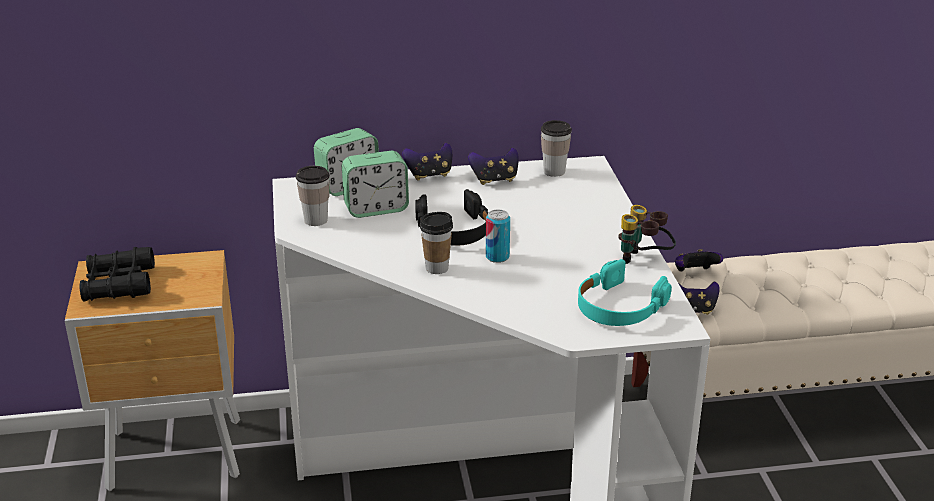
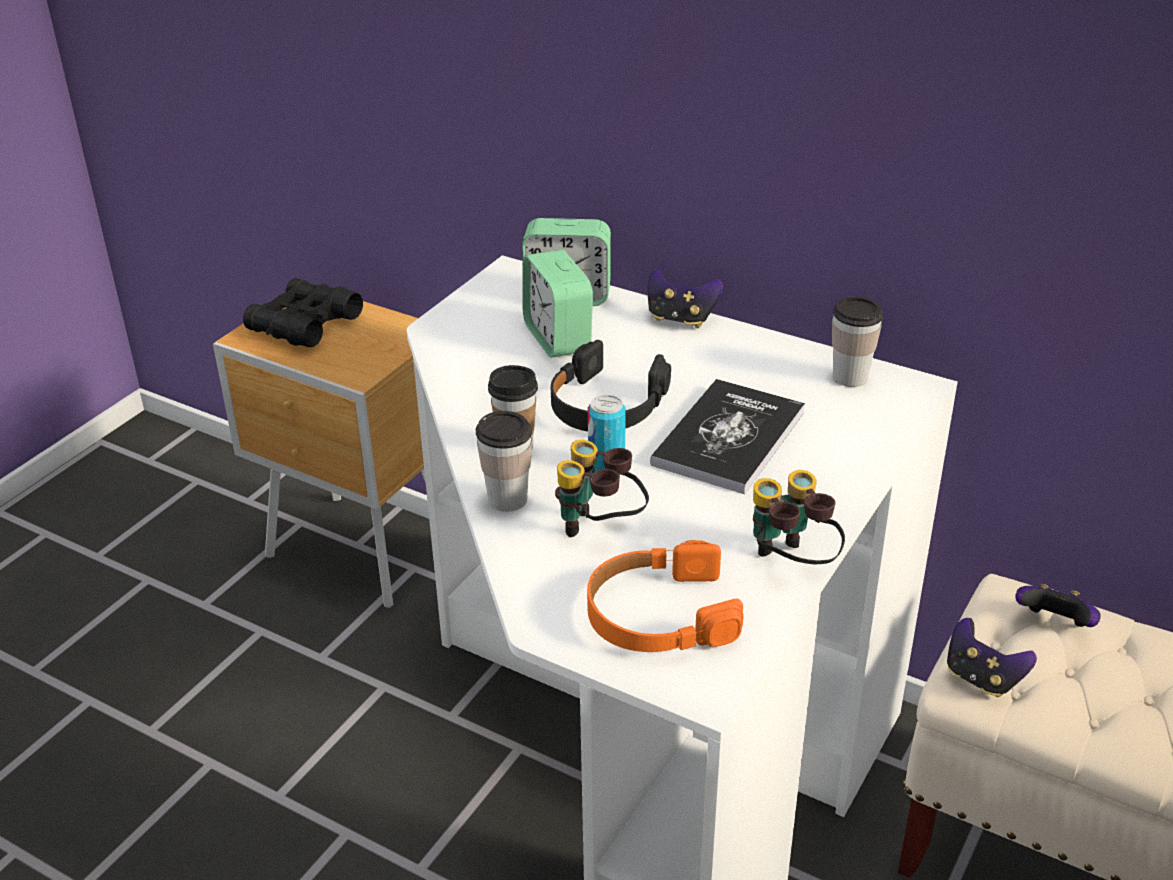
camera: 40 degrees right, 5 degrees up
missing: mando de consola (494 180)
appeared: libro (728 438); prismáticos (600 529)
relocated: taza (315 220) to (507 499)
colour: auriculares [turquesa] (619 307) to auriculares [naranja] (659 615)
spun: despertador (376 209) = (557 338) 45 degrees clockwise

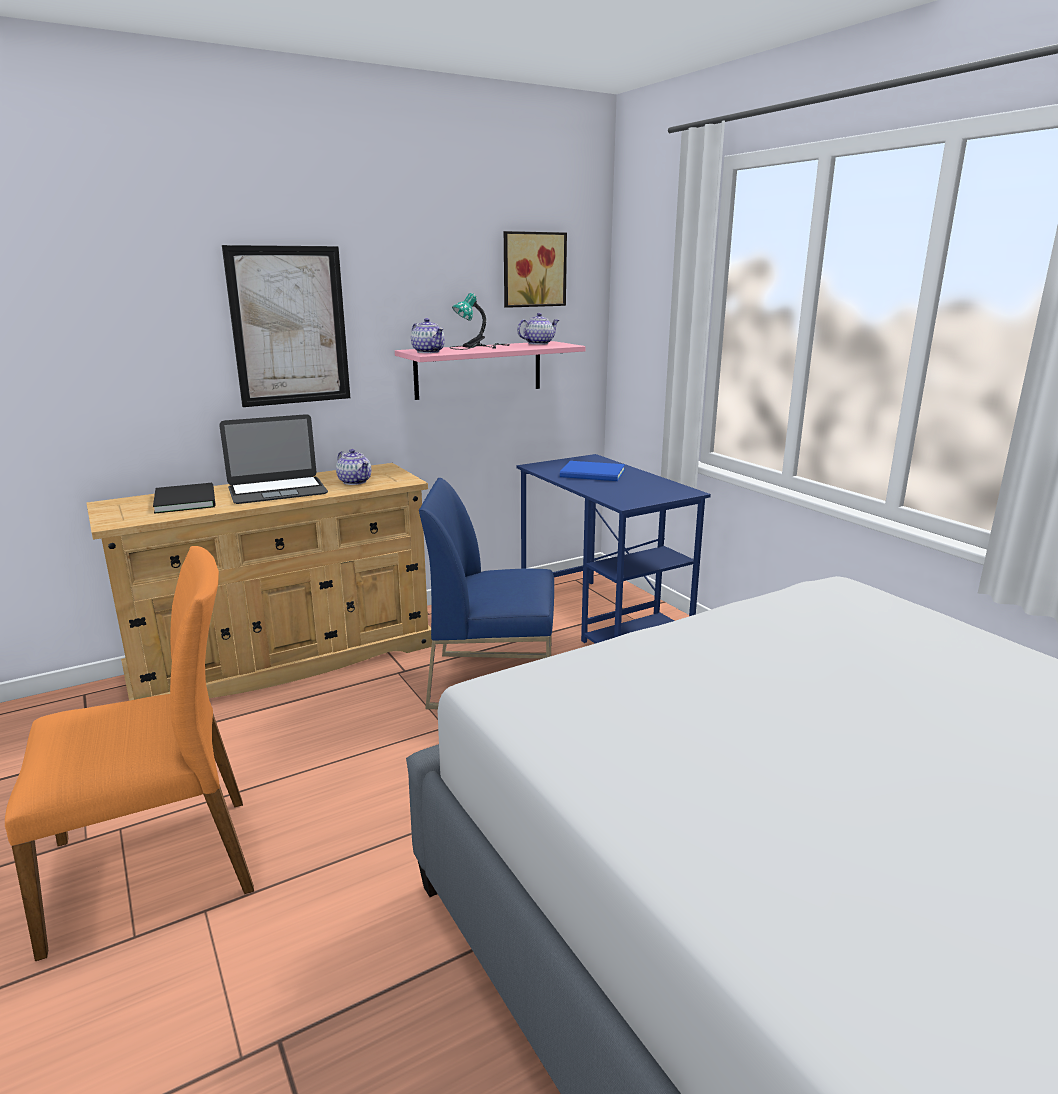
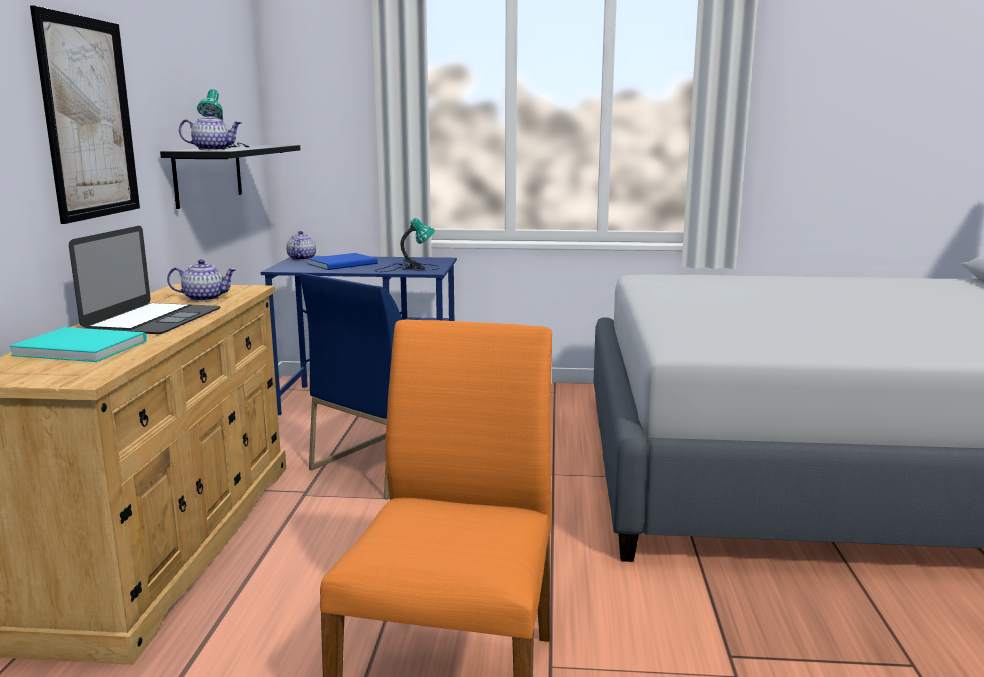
camera: 55 degrees left, 5 degrees down
missing: cuadro (533 269)
appeared: lámpara de mesa (409 268)
relocated: tetera (538 343) to (301 259)
colour: estante [rosa] (479 369) to estante [negro] (208 174); libro [negro] (187 499) to libro [turquesa] (80 347)

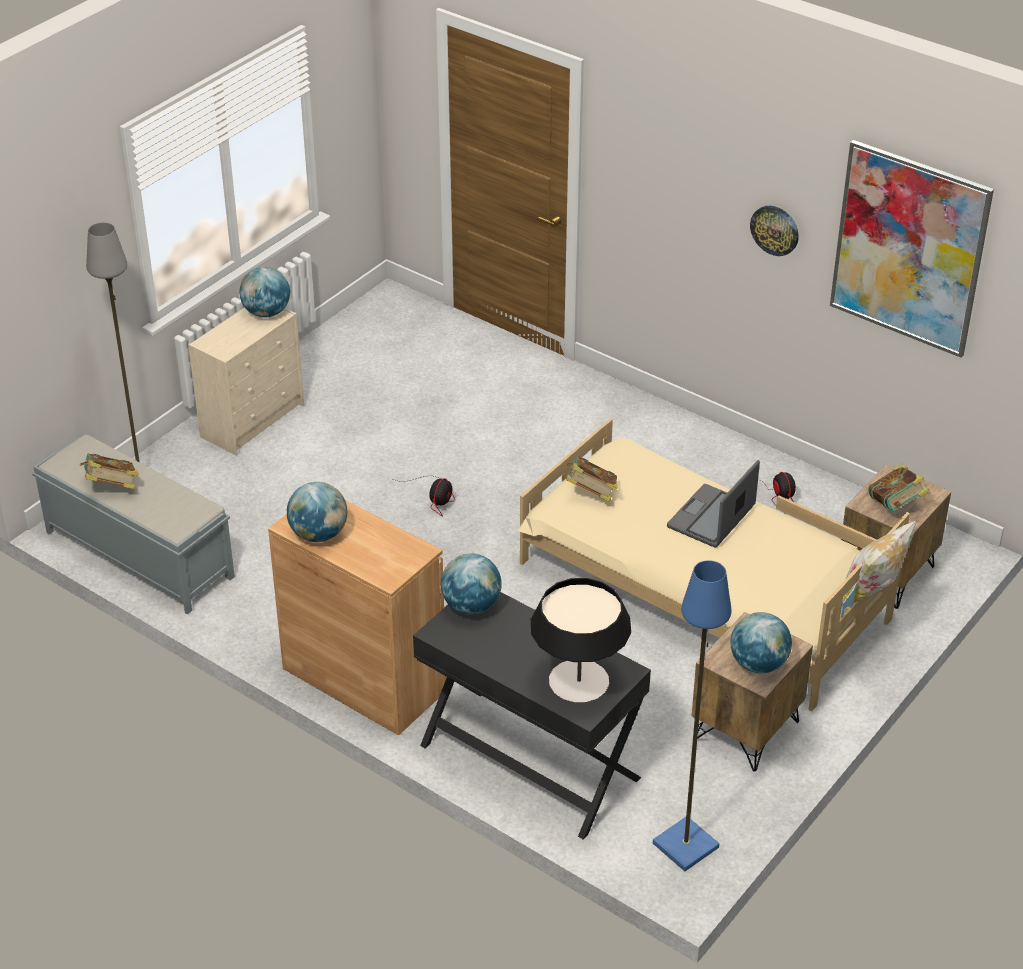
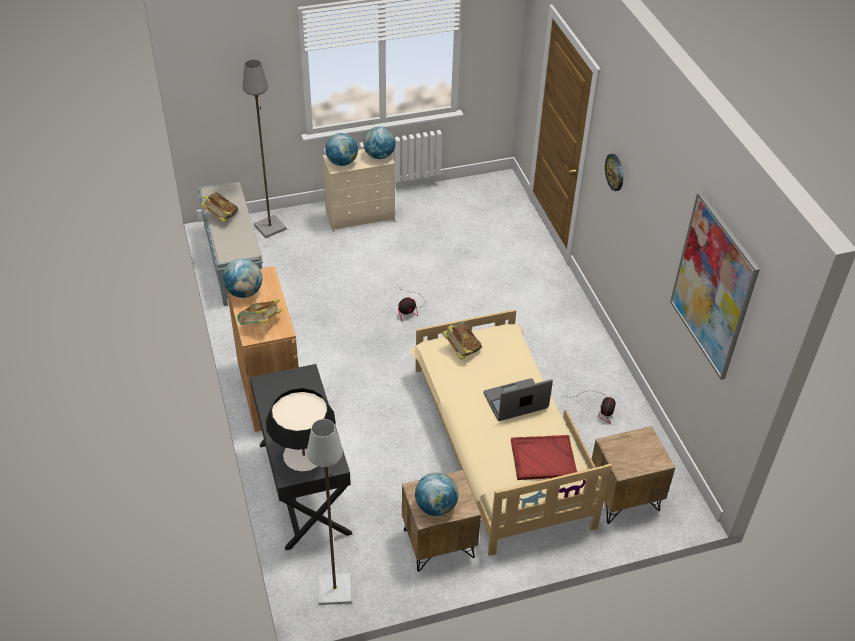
camera: 35 degrees right, 5 degrees up
missing: cojín (871 595)
appeared: bandeja [rojo] (542 458)
relocated: reloj de pared (775 230) to (615 172); libro (895 505) to (260 324); globo terráqueo (471 606) to (342 162)
colour: lámpara de pie [azul] (685 844) to lámpara de pie [gris] (335 589)

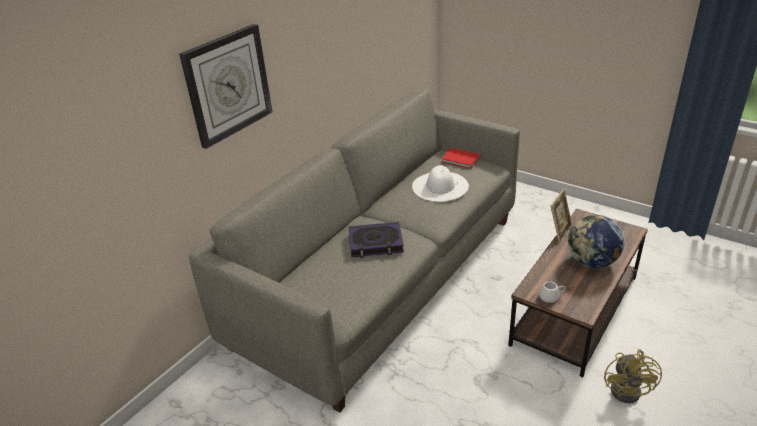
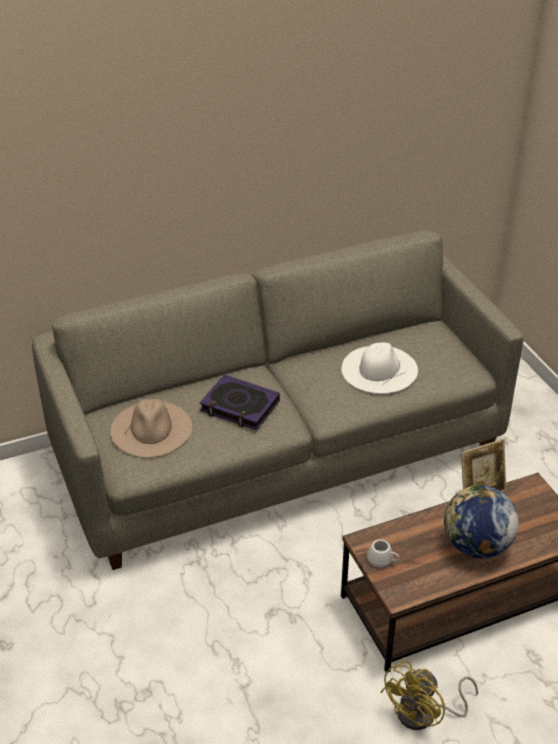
camera: 30 degrees right, 5 degrees up
missing: reloj de pared (228 85); libro [rojo] (461 160)
appeared: sombrero [beis] (151 429)

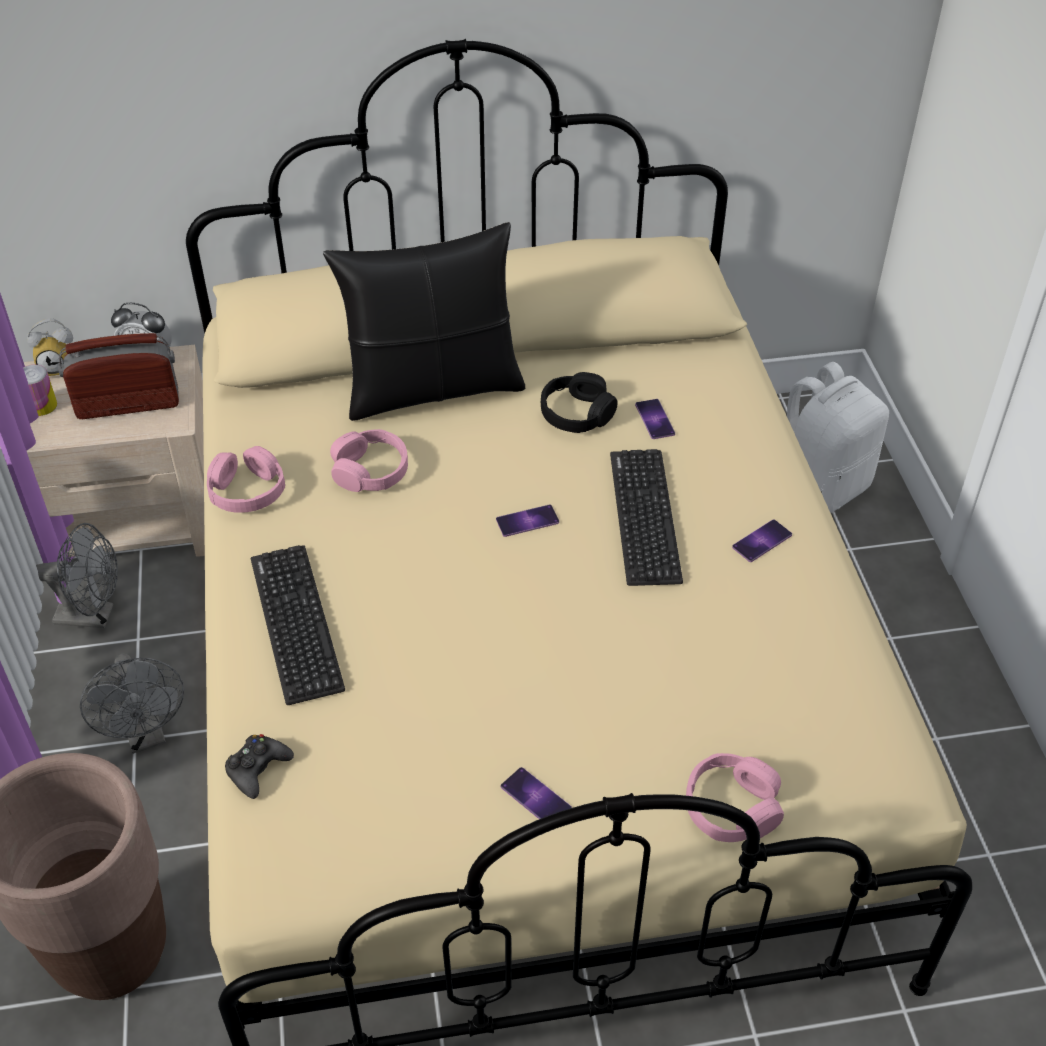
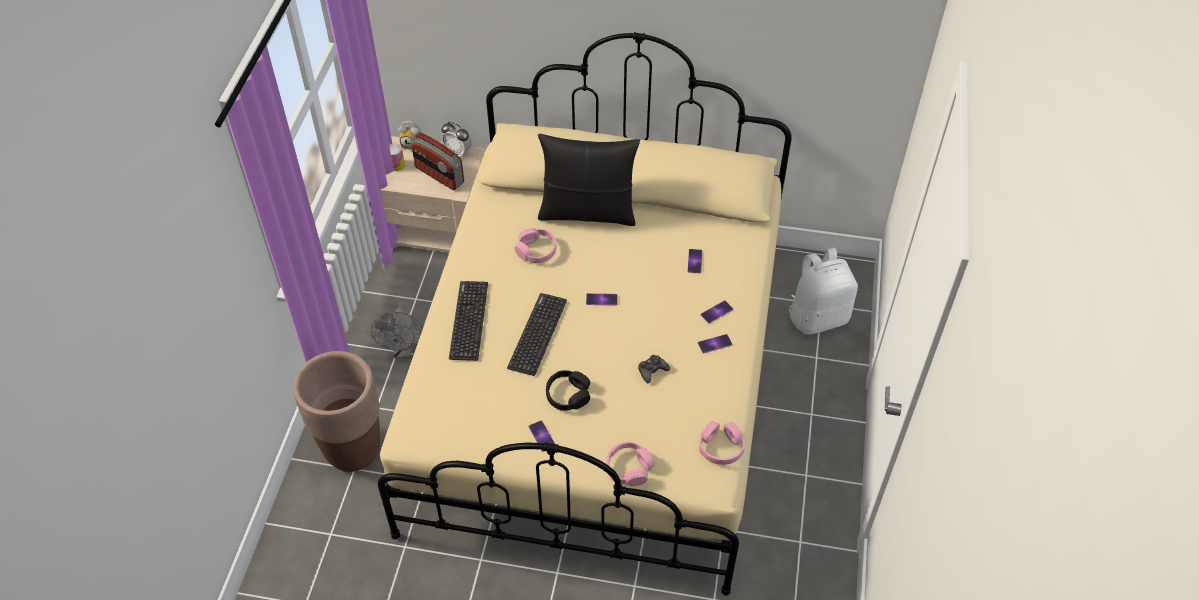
camera: 20 degrees right, 5 degrees up
missing: ventilador [gris] (93 615)
appeared: móvil (716 312)
relocated: auriculares [negro] (577 413) to (568 395); auriculares [rosa] (247 491) to (720 447); teclado (644 517) to (537 334); mando de consola [negro] (257 769) to (652 371)
spun: radio (128 404) = (439 175) 150 degrees counterclockwise

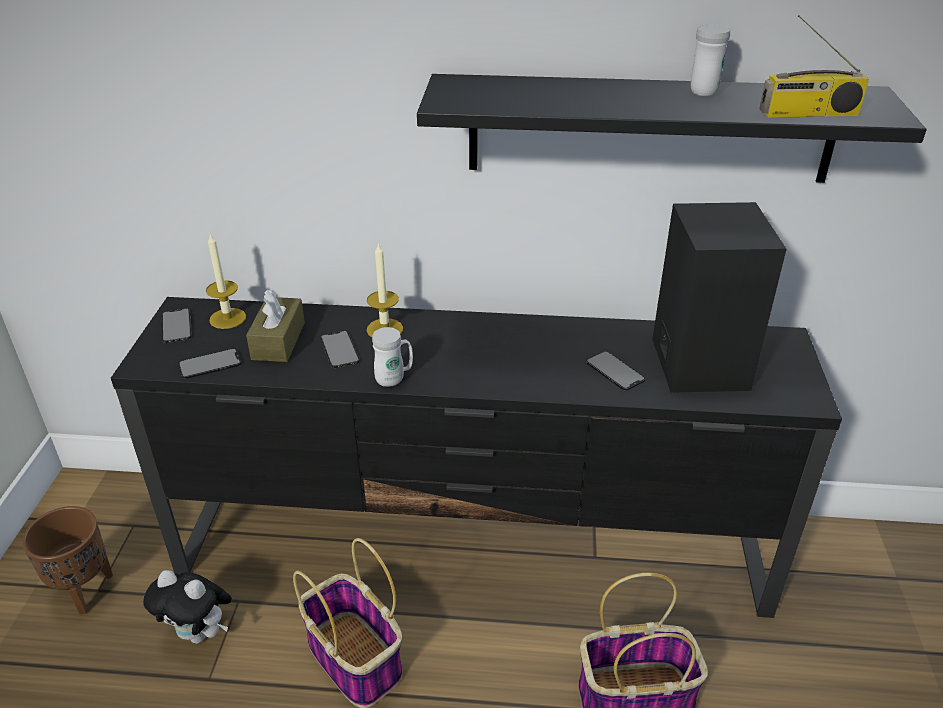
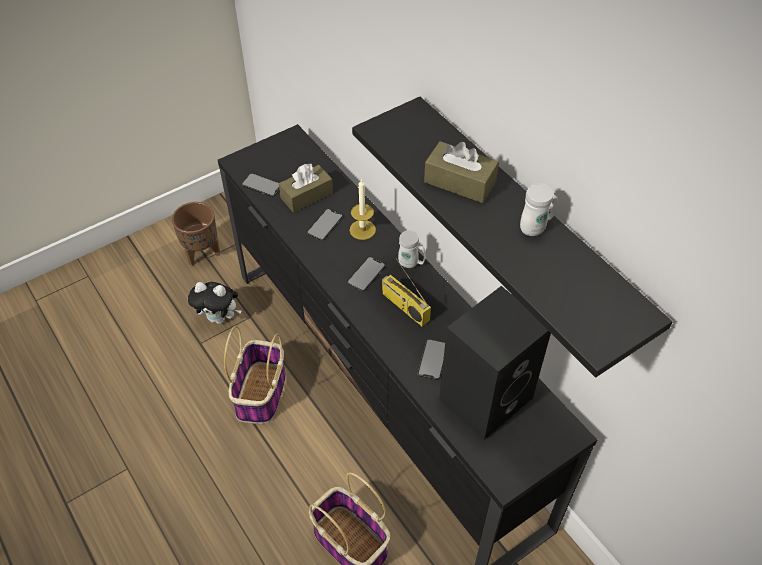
camera: 50 degrees right, 15 degrees up
missing: vela (227 318)
appeared: caja de pañuelos [marrón] (460 182)
relocated: radio (808 114) to (404 307); móvil (176 326) to (366 274); taza grande [blanco] (394 379) to (411 264)
spun: peluche (200 633) = (219 318) 60 degrees counterclockwise

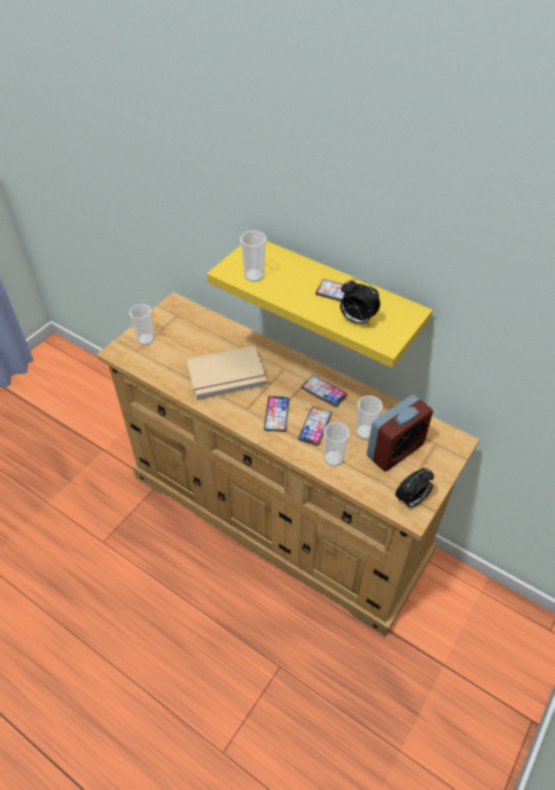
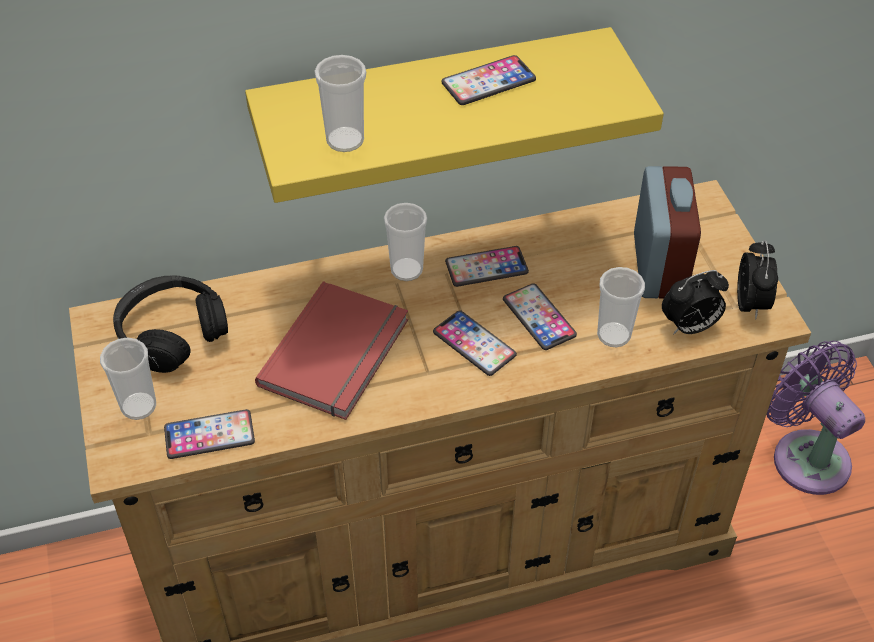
camera: 50 degrees left, 0 degrees up
appeared: auriculares [negro] (172 333); ventilador [morado] (806 455); móvil (209 435)
relocated: despertador (356 320) to (689 327); taza (365 432) to (406 270)
colour: libro [beis] (227 376) to libro [rojo] (339 354)

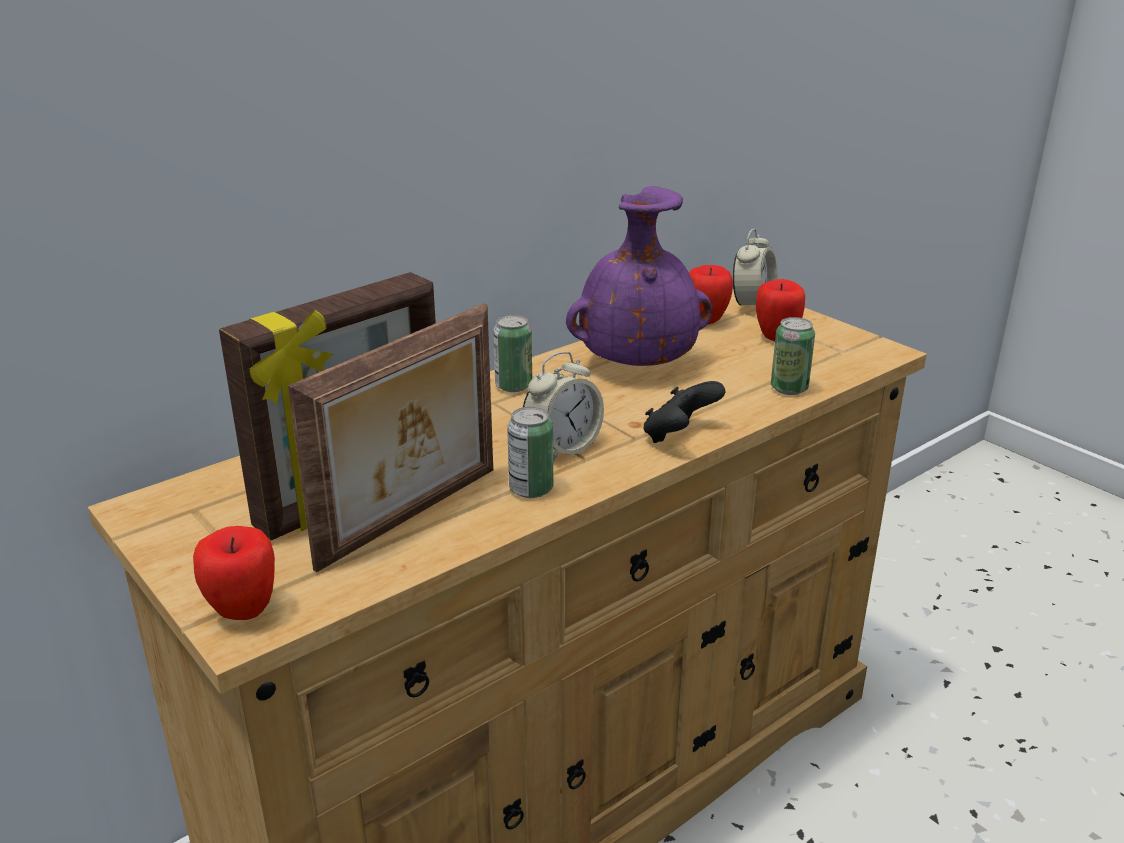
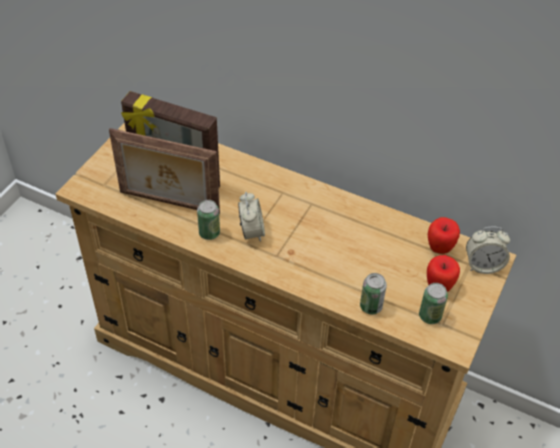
camera: 65 degrees right, 20 degrees up
missing: florero [morado] (636 363); mando de consola [negro] (679 436); manzana (243 612)
relocated: lata (513 386) to (430 316)
spun: despertador (563 448) = (251 232) 120 degrees counterclockwise

